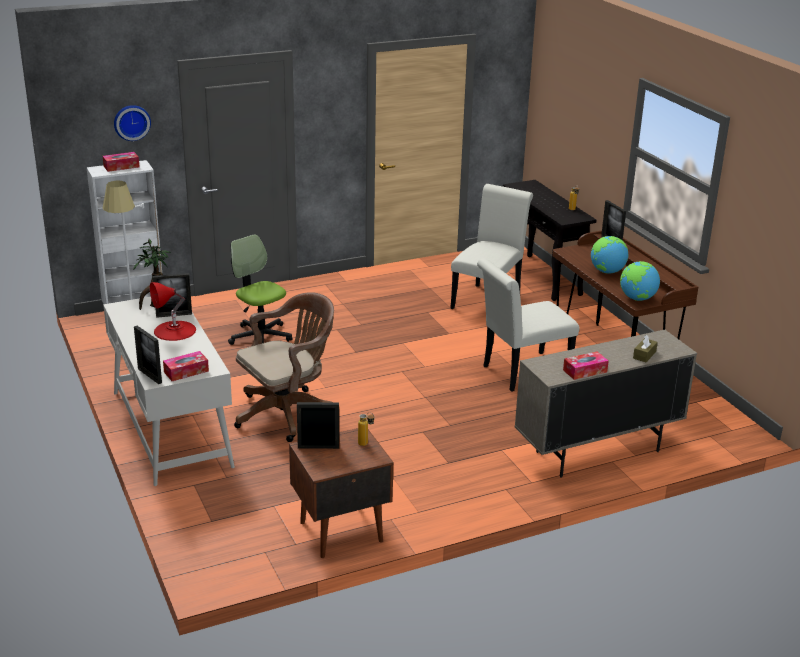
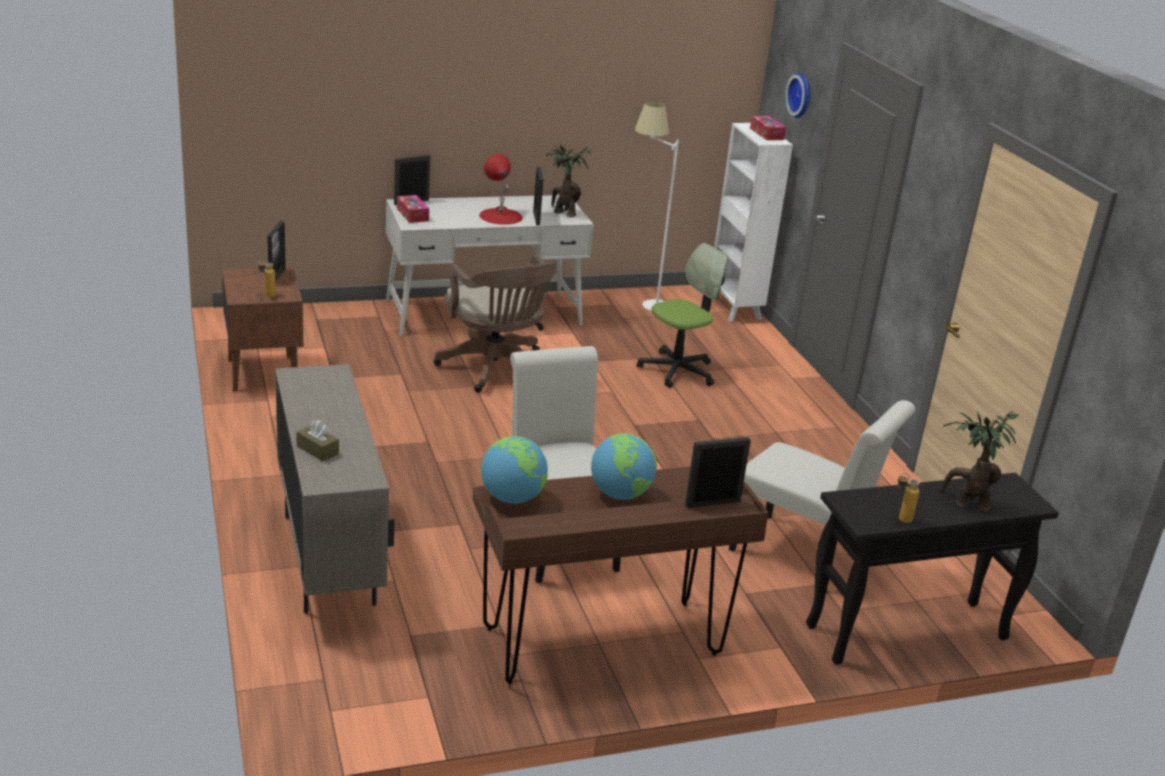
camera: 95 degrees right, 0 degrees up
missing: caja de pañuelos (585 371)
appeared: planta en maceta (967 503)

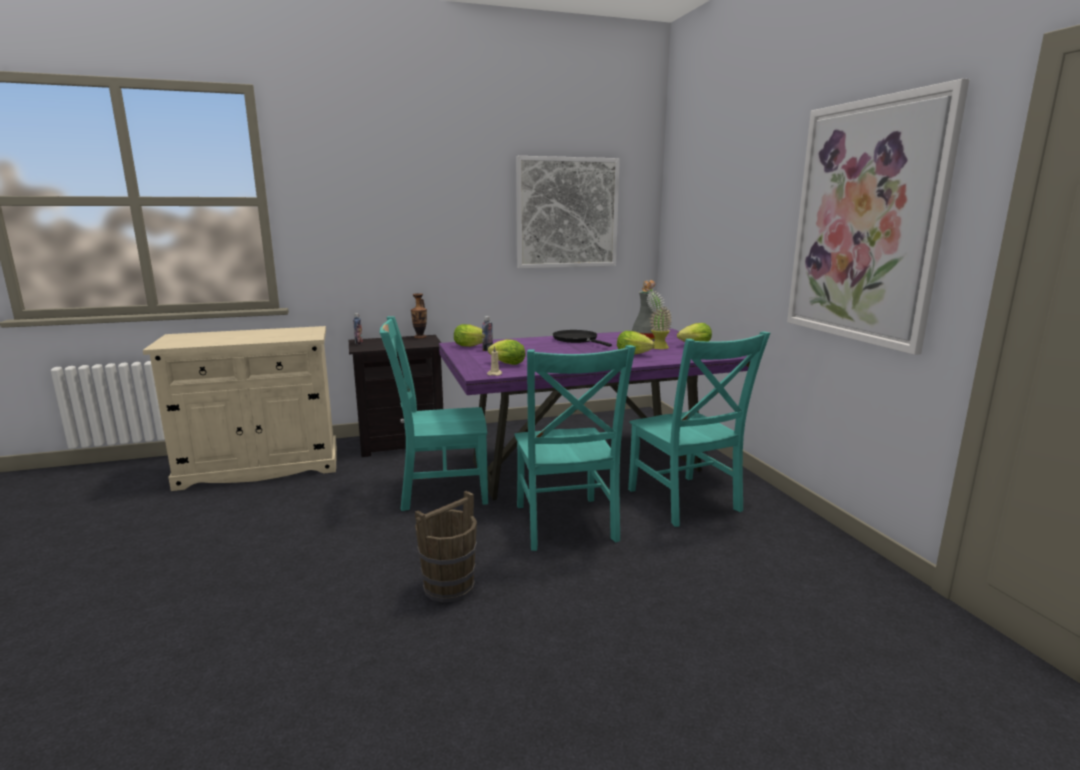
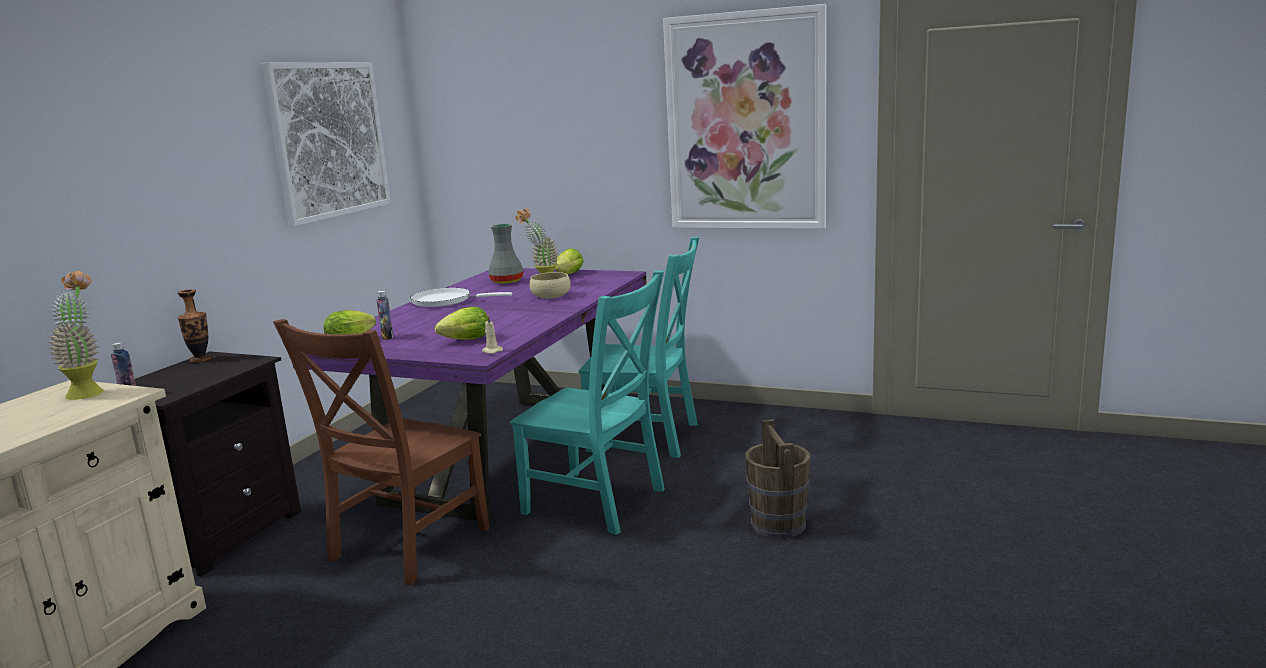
camera: 50 degrees left, 0 degrees up
appeared: planta en maceta (89 391)
relocated: cubo [marrón] (448 587) to (778 525)
exchanged: lechuga (635 354) to cuenco [beis] (550 296)
colour: silla [turquesa] (439 490) to silla [marrón] (405 547); sartén [negro] (577 340) to sartén [blanco] (446 301)

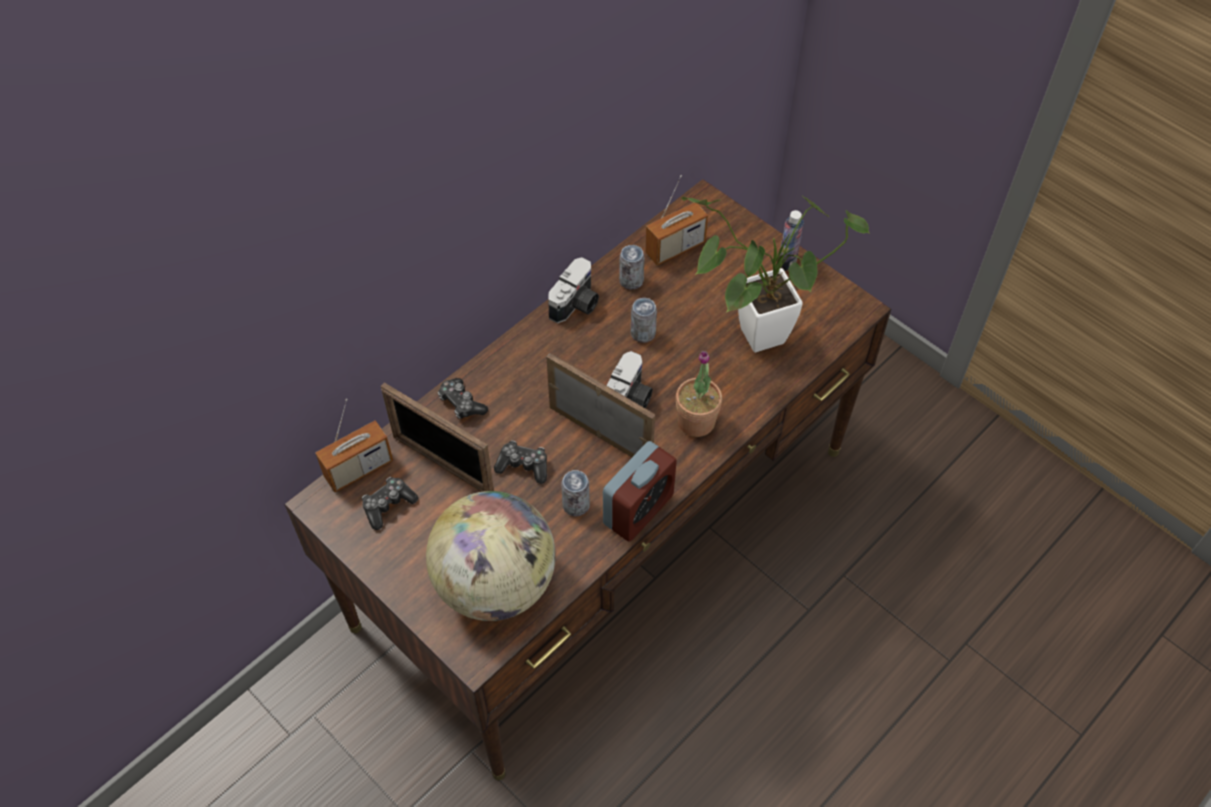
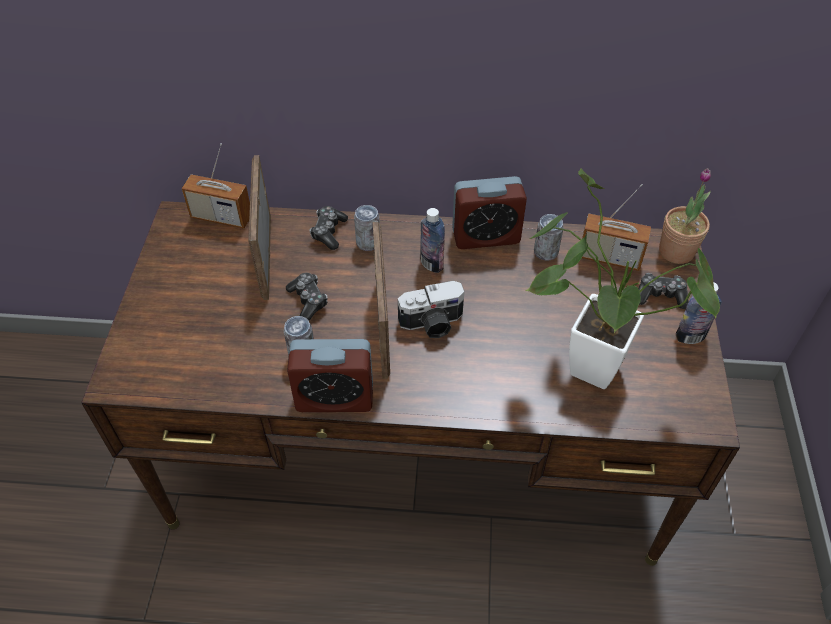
camera: 50 degrees right, 5 degrees down
missing: globo terráqueo (496 584)
appeared: botella (431 264)
relocated: lata (643 333) to (368 243); planta en maceta (696 421) to (676 251); mando de consola (388 505) to (660 296)
exchanged: cámara (577 305) to despertador (486 236)

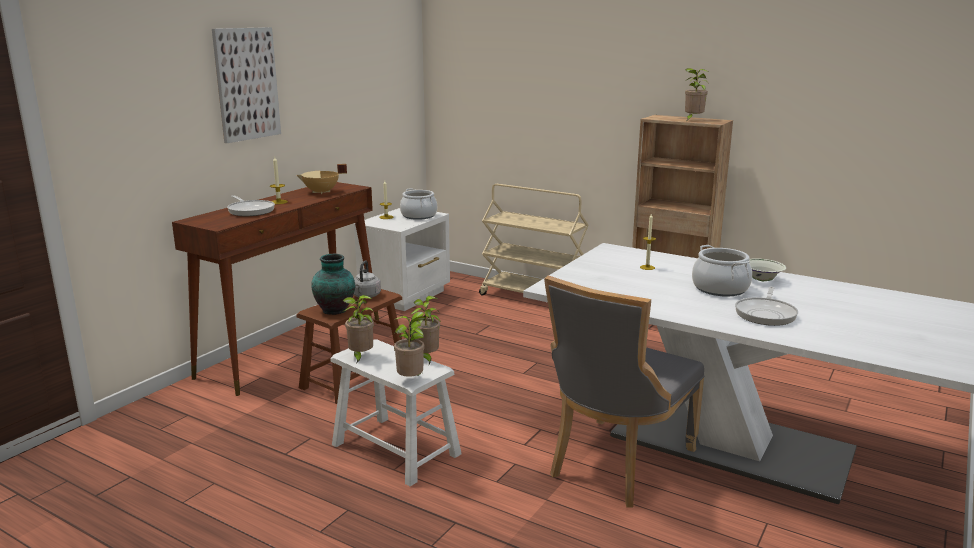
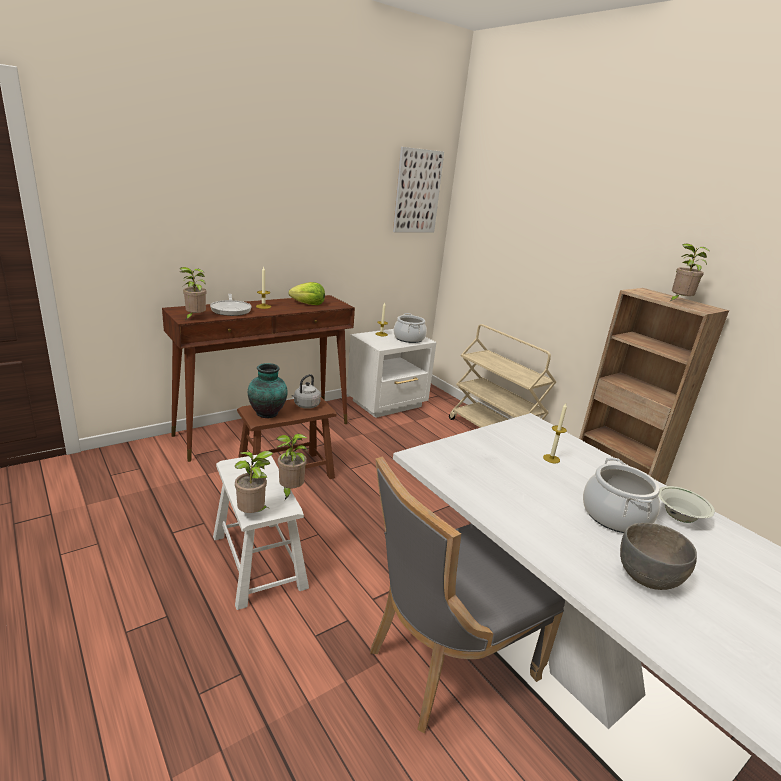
camera: 20 degrees right, 5 degrees up
relocated: cuadro (246 84) to (417 191); planta en maceta (360 357) to (194 318)
exchanged: olla [beis] (321 192) to lechuga (308 304); sartén (766 314) to cuenco [gris] (647 578)

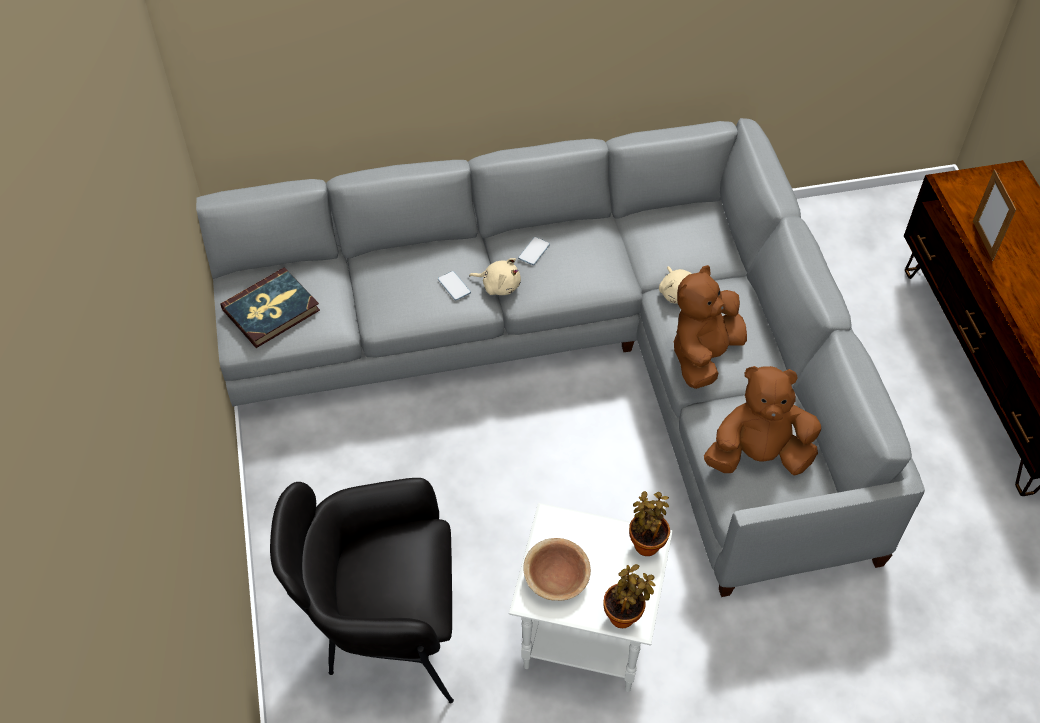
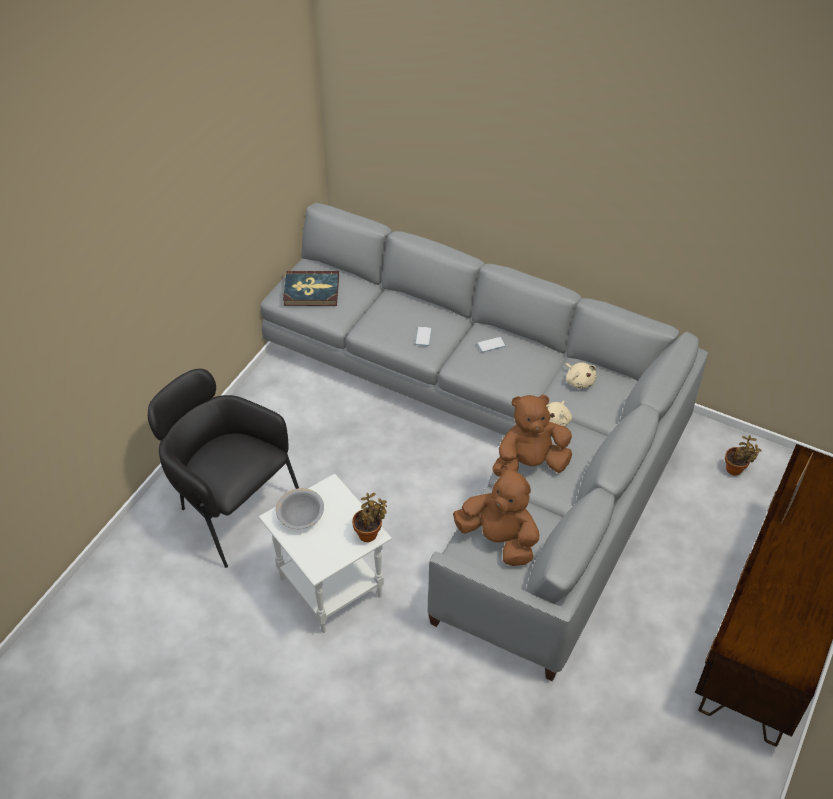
camera: 40 degrees right, 5 degrees down
relocated: peluche [beis] (499 285) to (579 381); planta en maceta (624 615) to (736 469)
colour: cuenco [marrón] (556 578) to cuenco [gris] (301 516)

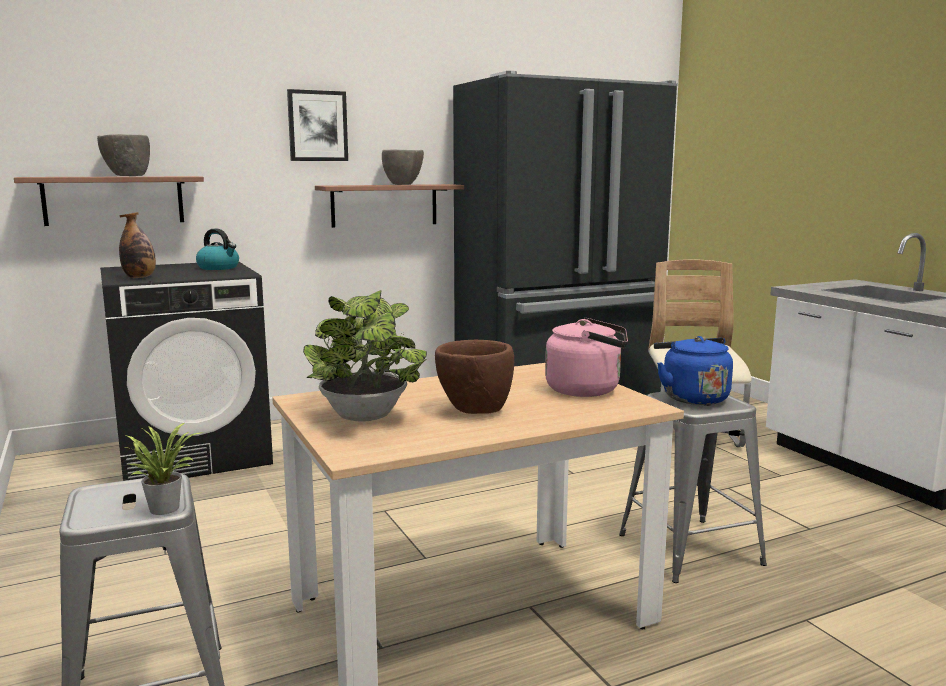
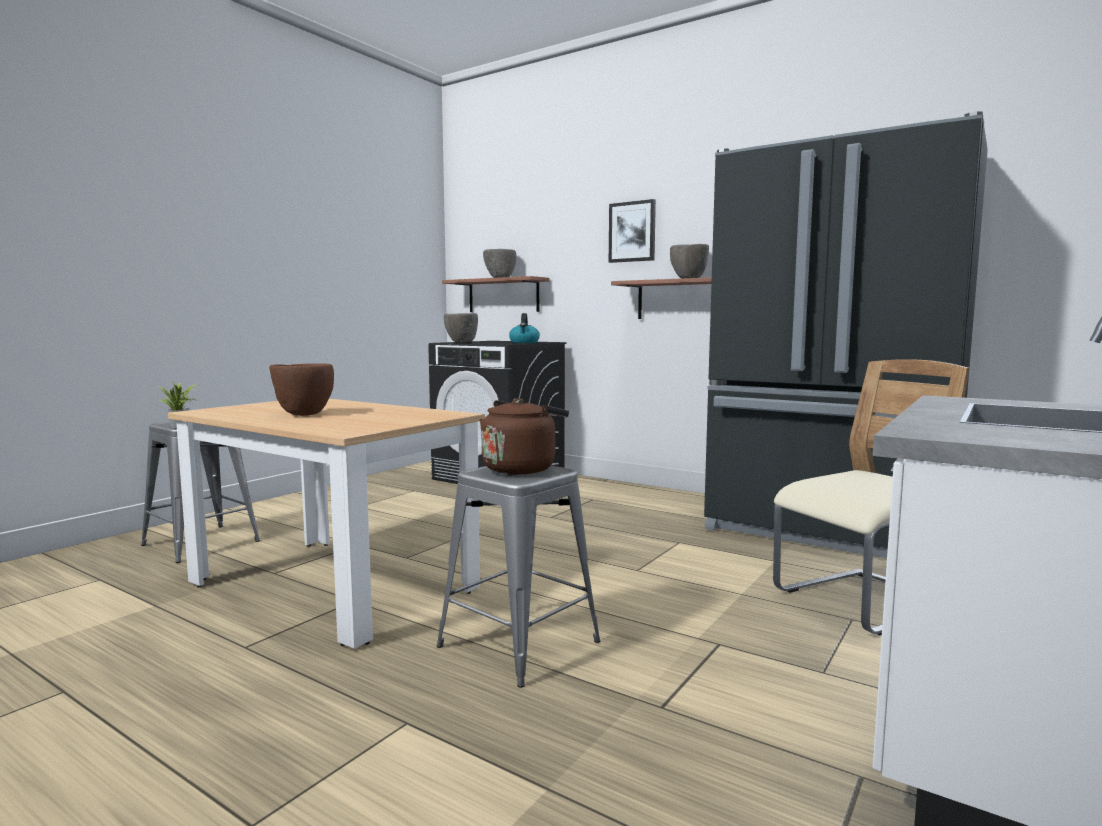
camera: 60 degrees right, 5 degrees down
missing: planta en maceta (366 418); hervidor [rosa] (587 390)
exchanged: botella (140 277) to cuenco [gris] (461 342)
colour: hervidor [azul] (691 397) to hervidor [marrón] (521 468)

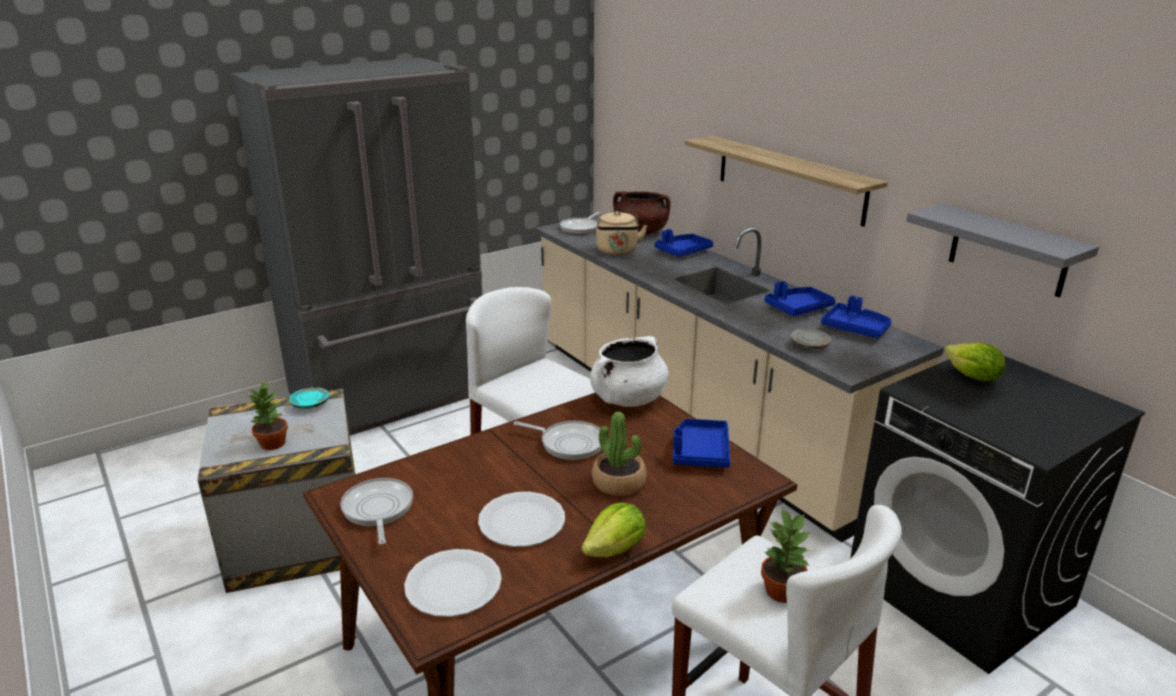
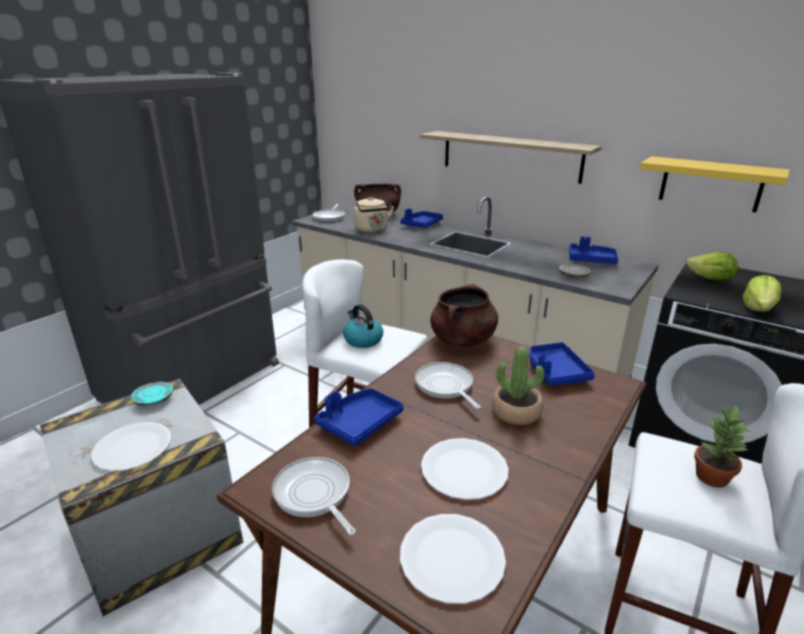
camera: 20 degrees left, 0 degrees up
appeared: hervidor (362 340)
relocated: bandeja [azul] (798 308) to (359 423); lechuga (615 549) to (758 309)
exchanged: planta en maceta (272 444) to plato [blanco] (133 448)
colour: estante [gris] (1008 251) to estante [amarillo] (710 184); olla [blanco] (628 399) to olla [marrón] (462 340)
spun: sartén (569 443) = (445 386) 120 degrees counterclockwise

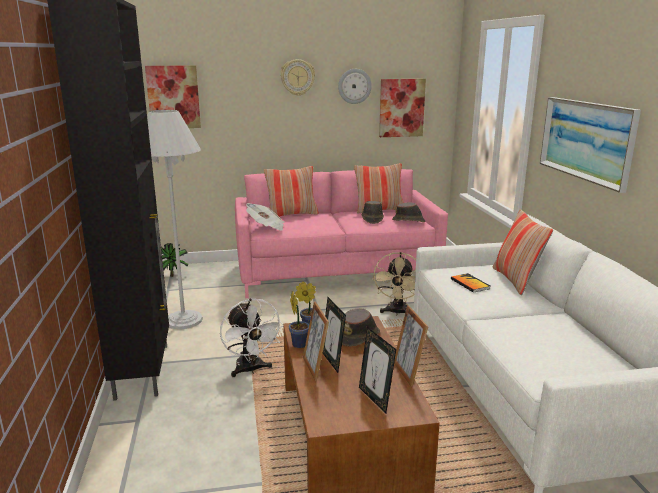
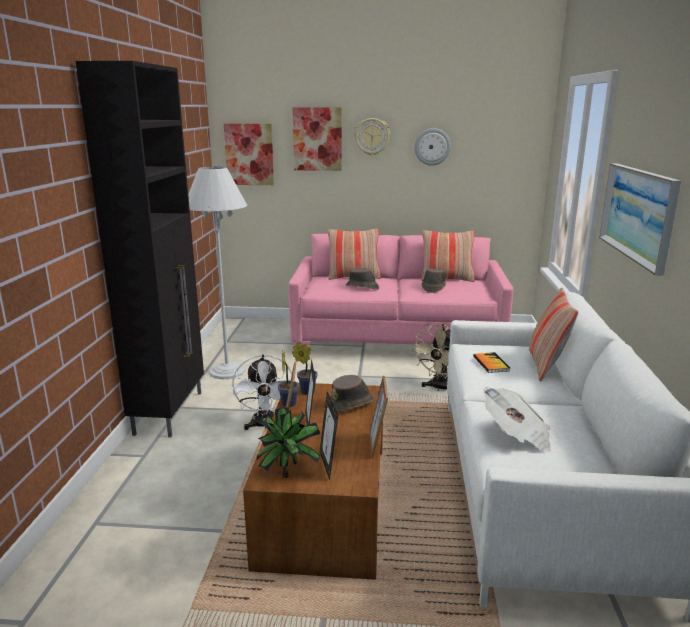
camera: 15 degrees right, 0 degrees up
relocated: cuadro (401 108) to (317 139); sombrero [marrón] (409 221) to (362 287); periódico (266 227) to (517 435); planta en maceta (173 275) to (288 473)

